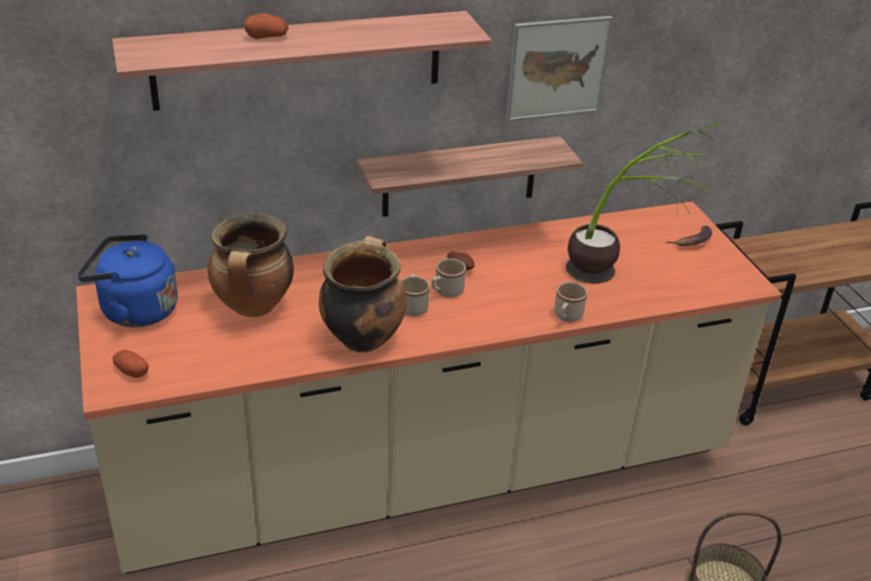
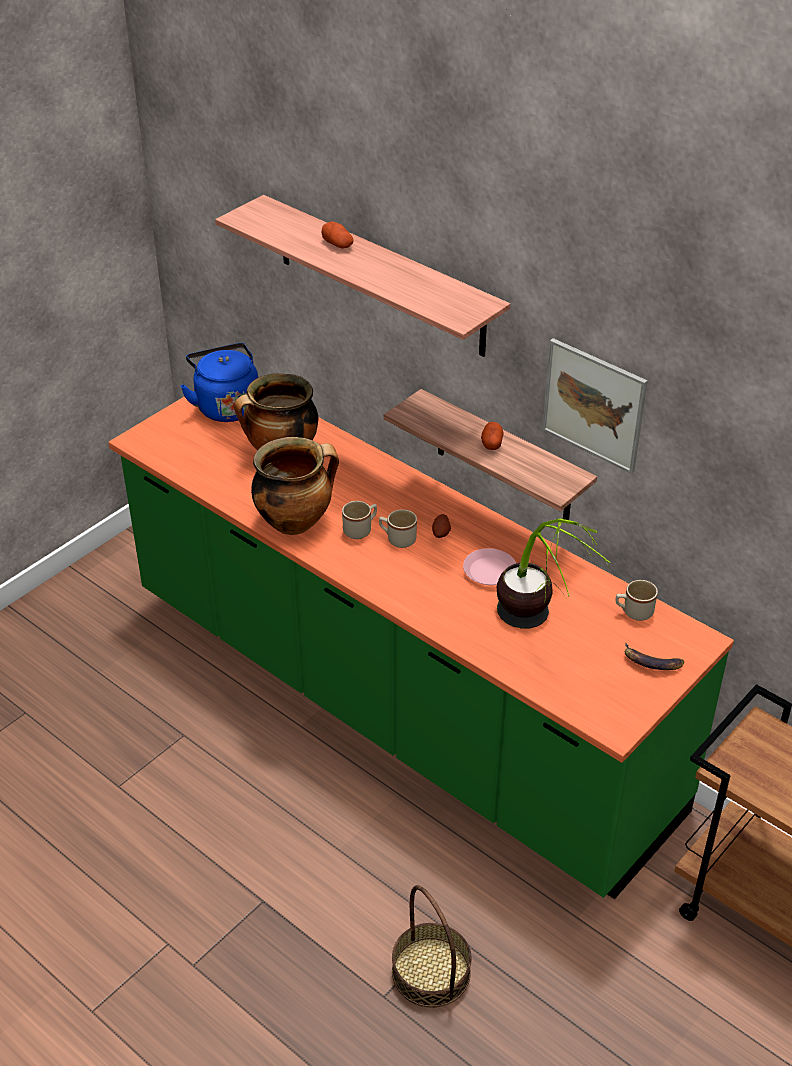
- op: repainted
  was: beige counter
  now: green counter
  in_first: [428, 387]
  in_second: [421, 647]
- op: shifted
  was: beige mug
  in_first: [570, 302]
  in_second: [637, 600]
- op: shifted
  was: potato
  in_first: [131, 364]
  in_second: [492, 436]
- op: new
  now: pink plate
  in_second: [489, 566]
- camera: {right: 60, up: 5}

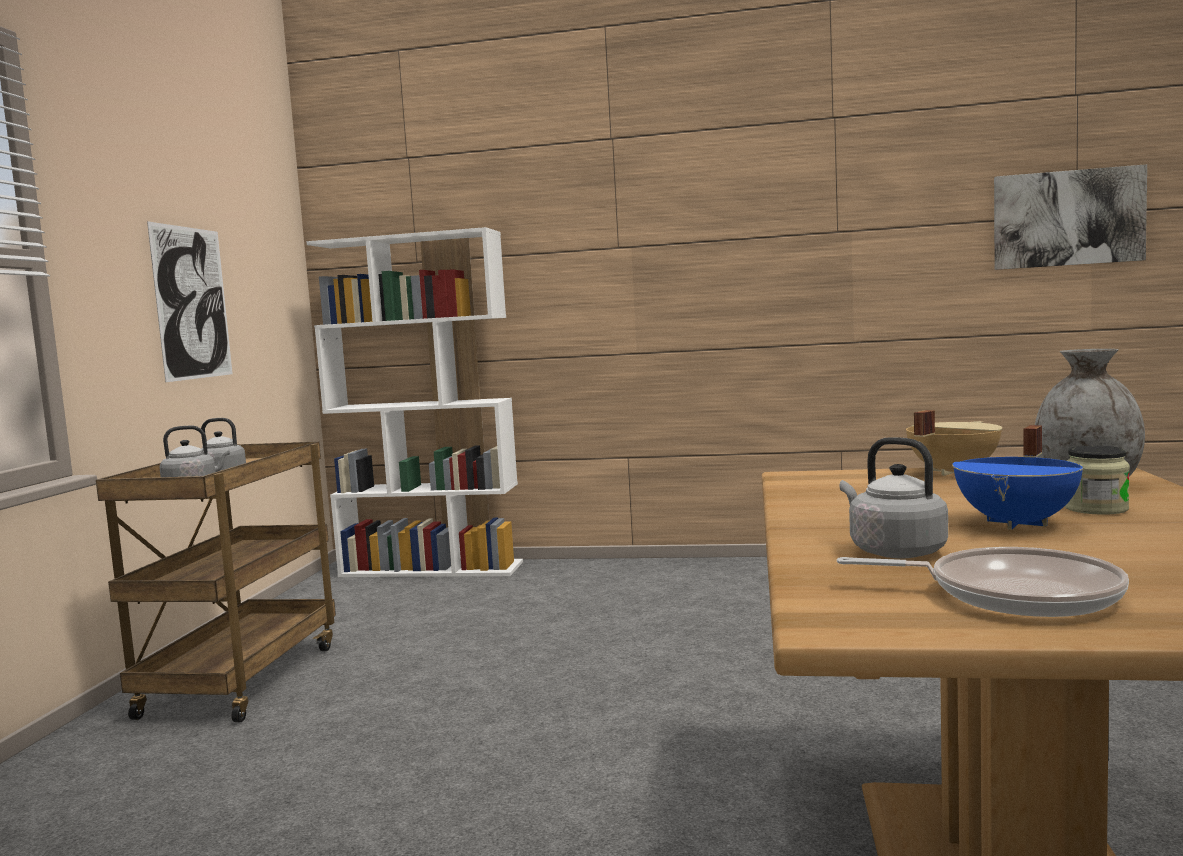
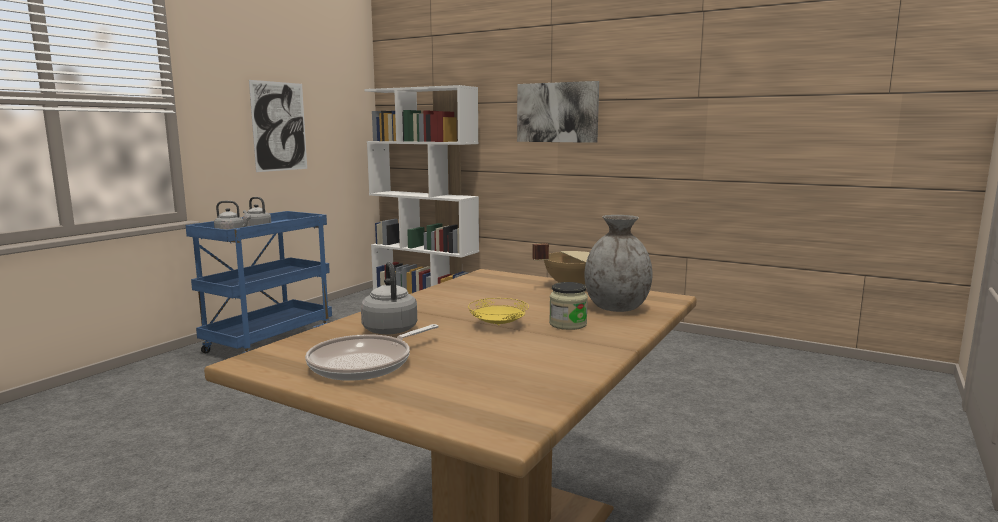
- op: shifted
  was: picture
  in_first: [1070, 217]
  in_second: [558, 112]
- op: swapped
  was: blue cooking pot
  now: yellow plate
  in_first: [1017, 477]
  in_second: [498, 312]
- op: repainted
  was: brown cart
  now: blue cart
  in_first: [216, 581]
  in_second: [258, 282]
- op: rotated
  was: frying pan
  in_first: [983, 582]
  in_second: [372, 352]
  clockwise: 90
- camera: {right: 20, up: 5}

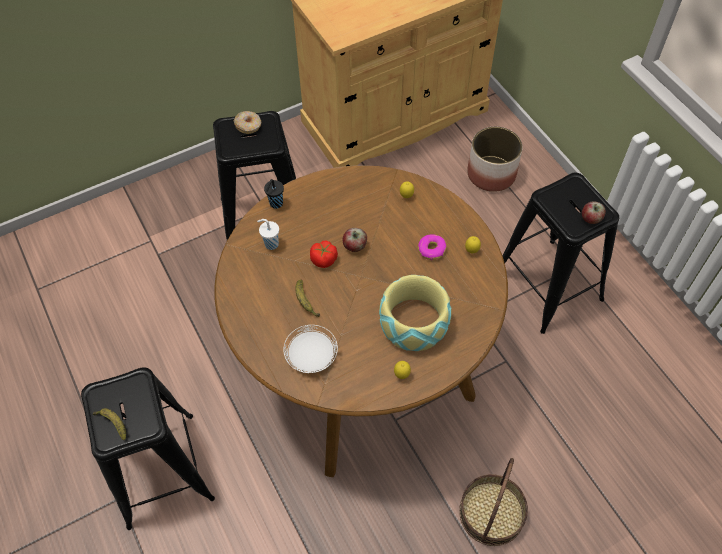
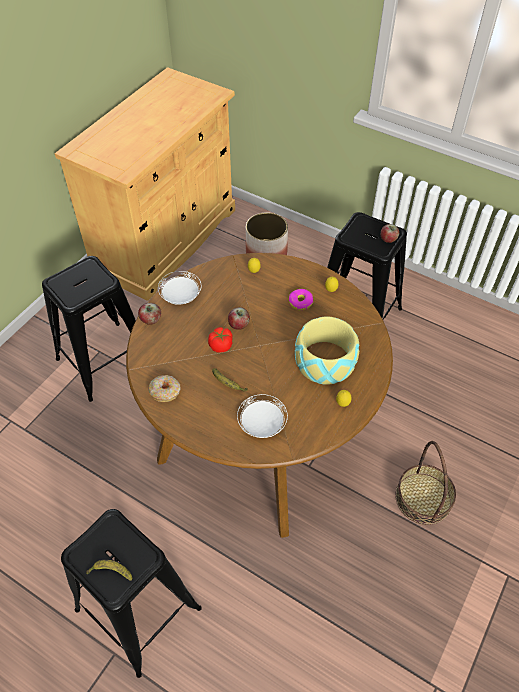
- op: shifted
  was: donut
  in_first: [247, 122]
  in_second: [164, 388]
- op: swapped
  was: black cup
  now: apple
  in_first: [274, 194]
  in_second: [149, 314]
- op: gone
  was: white cup
  in_first: [268, 234]
- op: new
  now: white plate
  in_second: [179, 288]
- camera: {right: -30, up: -5}

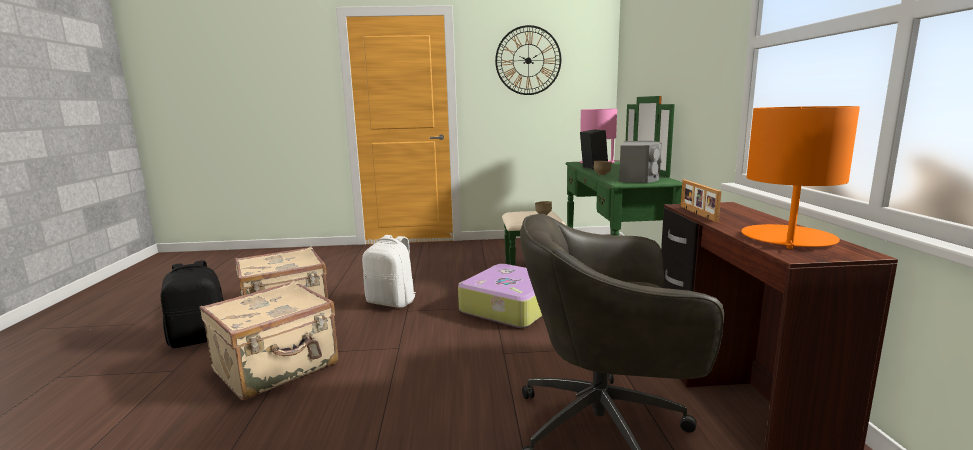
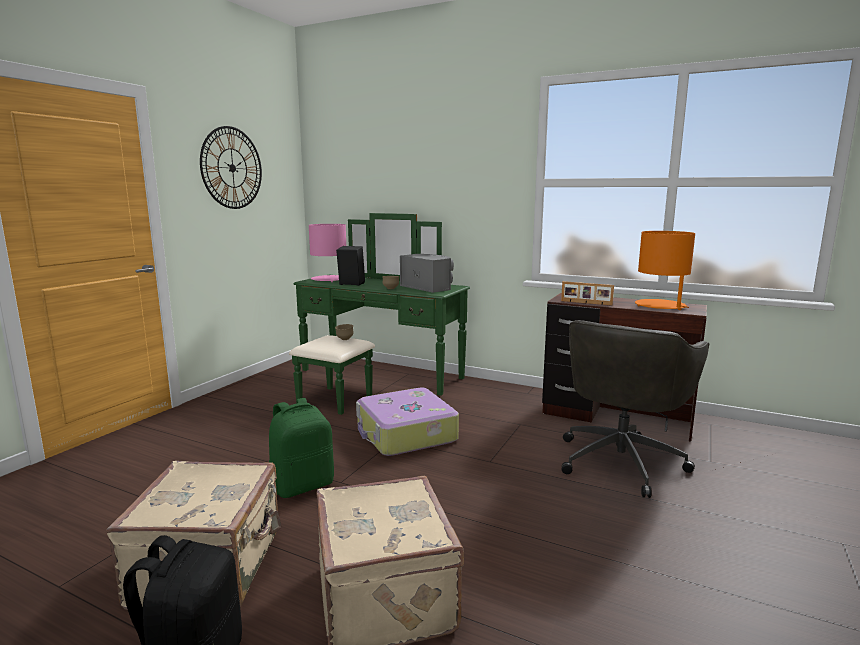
- op: repainted
  was: white backpack
  now: green backpack
  in_first: [389, 271]
  in_second: [301, 448]
- camera: {right: -60, up: 0}

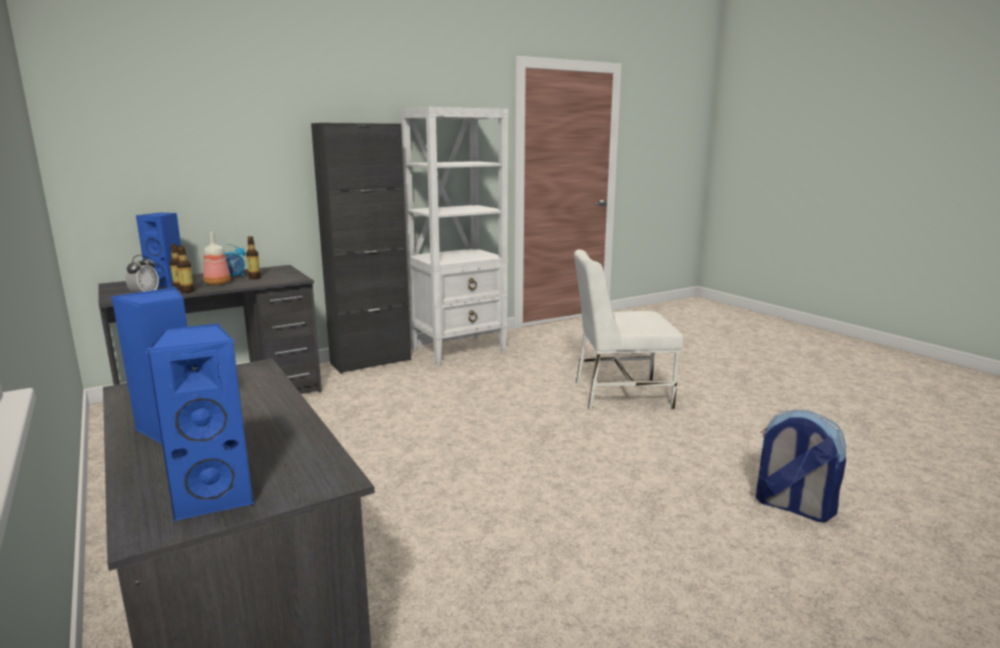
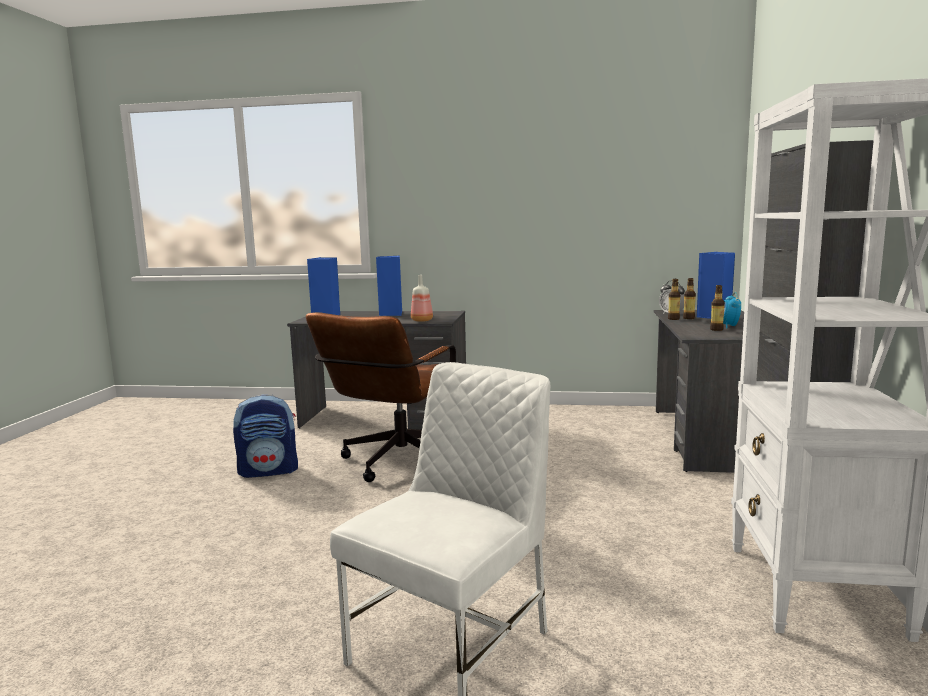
- op: shifted
  was: bottle
  in_first: [217, 258]
  in_second: [422, 298]
- op: shifted
  was: backpack
  in_first: [801, 466]
  in_second: [265, 436]
- op: new
  now: brown office chair
  in_second: [381, 397]
- camera: {right: 130, up: -5}

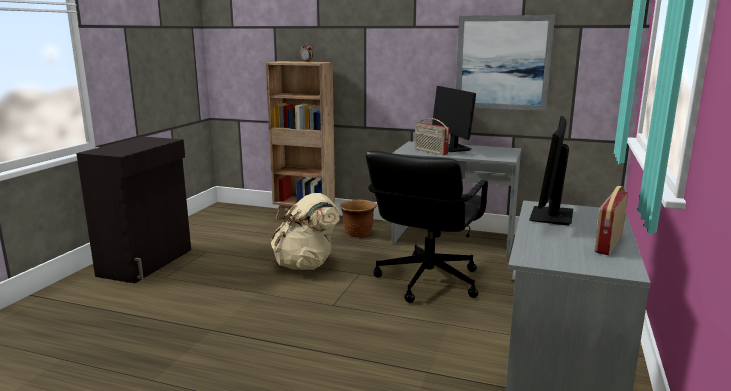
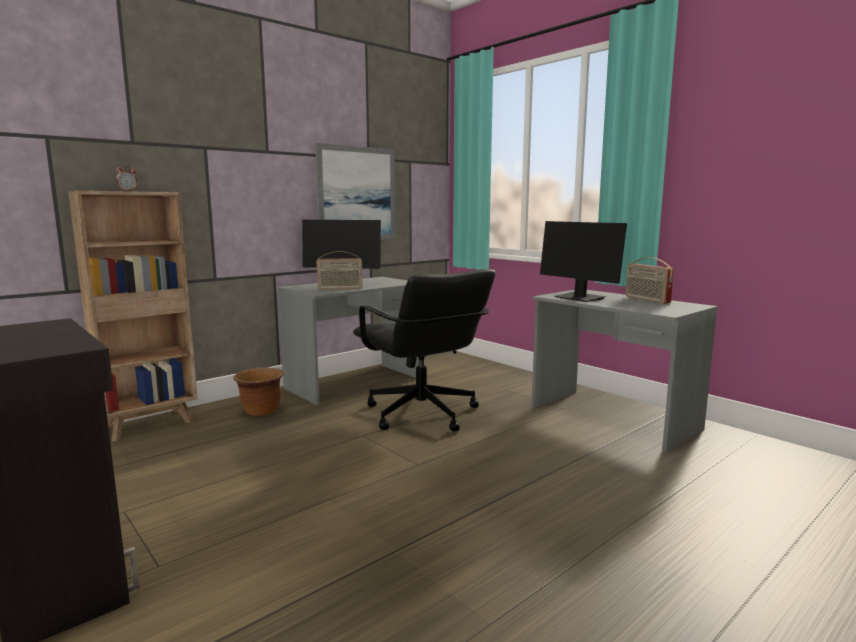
- op: gone
  was: beige backpack
  in_first: [305, 231]
- camera: {right: -60, up: -5}

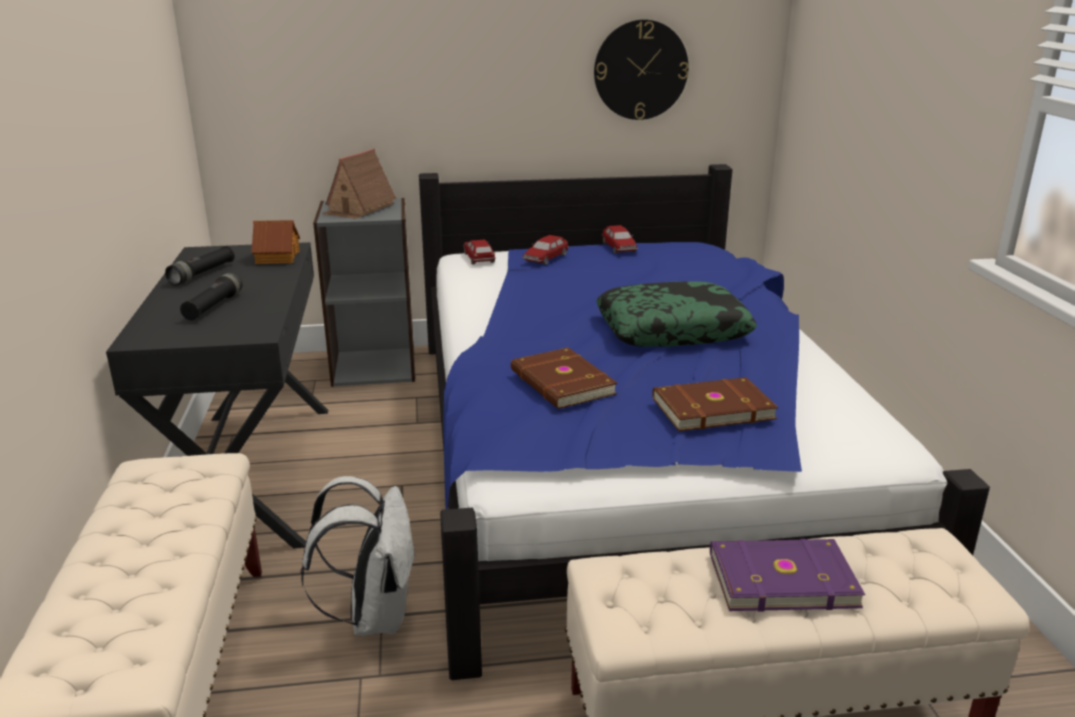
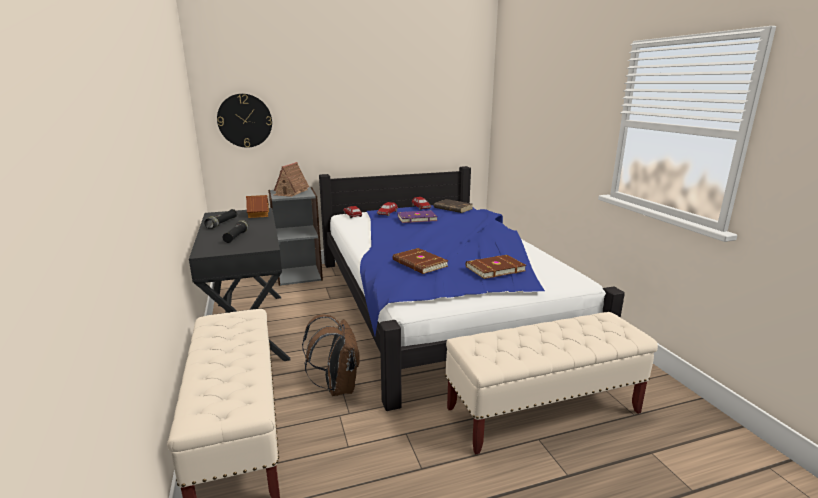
- op: shifted
  was: wall clock
  in_first: [641, 69]
  in_second: [244, 121]
- op: gone
  was: pillow
  in_first: [676, 314]
- op: repainted
  was: white backpack
  now: brown backpack
  in_first: [359, 556]
  in_second: [331, 355]
- op: shifted
  was: purple book
  in_first: [787, 575]
  in_second: [417, 216]
- op: new
  now: brown book
  in_second: [453, 206]
- camera: {right: -10, up: -5}

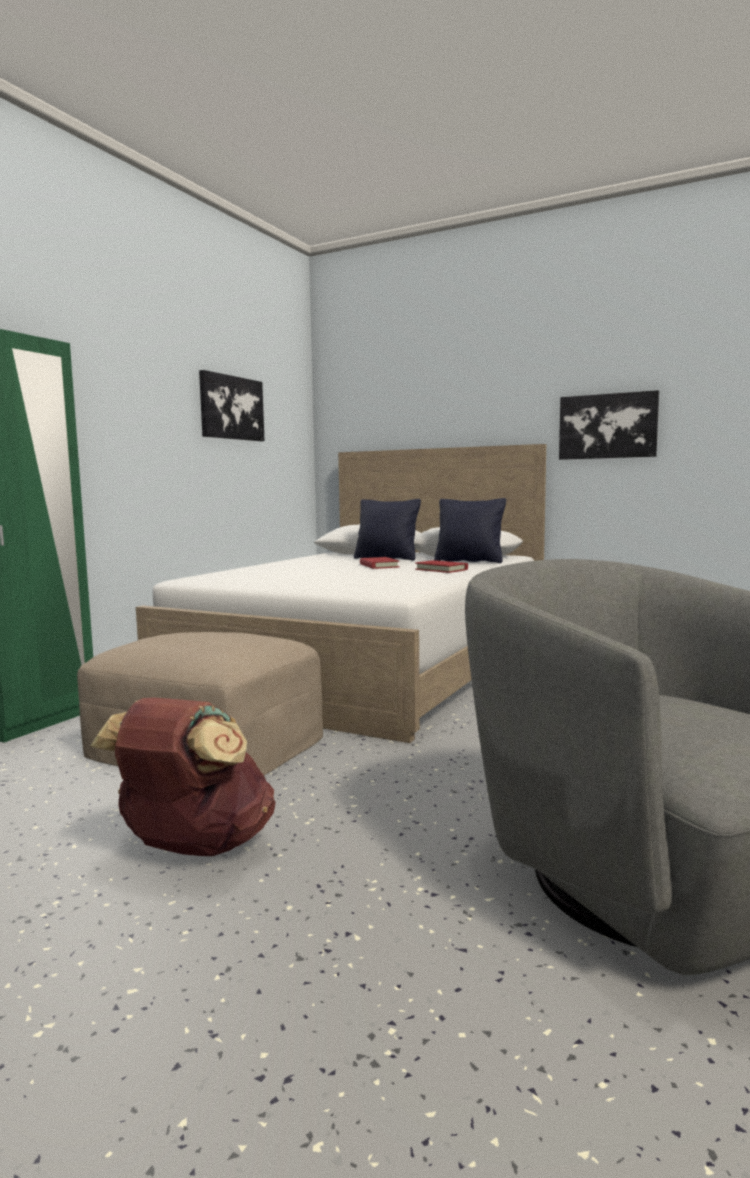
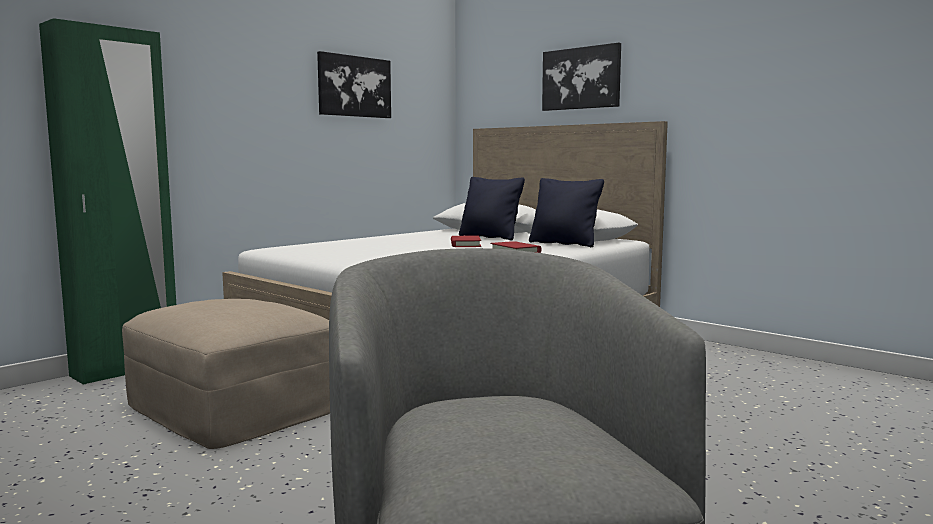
- op: shifted
  was: picture
  in_first: [609, 425]
  in_second: [581, 77]
- op: gone
  was: brown backpack
  in_first: [183, 776]
- camera: {right: 15, up: 0}

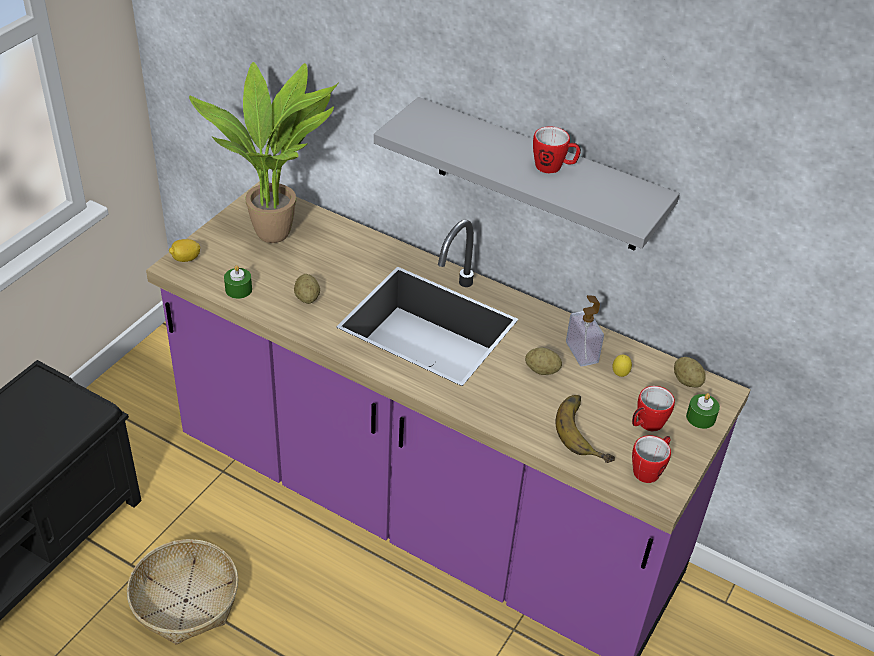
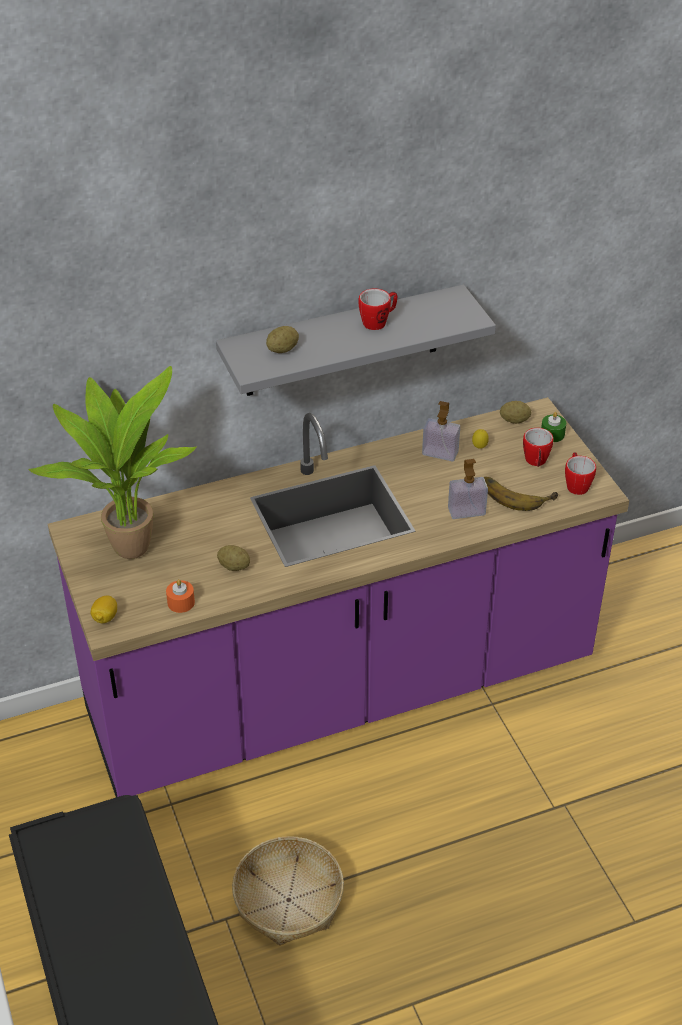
- op: repainted
  was: green candle
  now: orange candle
  in_first: [238, 282]
  in_second: [180, 596]
- op: shifted
  was: potato
  in_first: [543, 361]
  in_second: [282, 339]
- op: new
  now: soap dispenser
  in_second: [468, 489]
- camera: {right: -50, up: 0}

